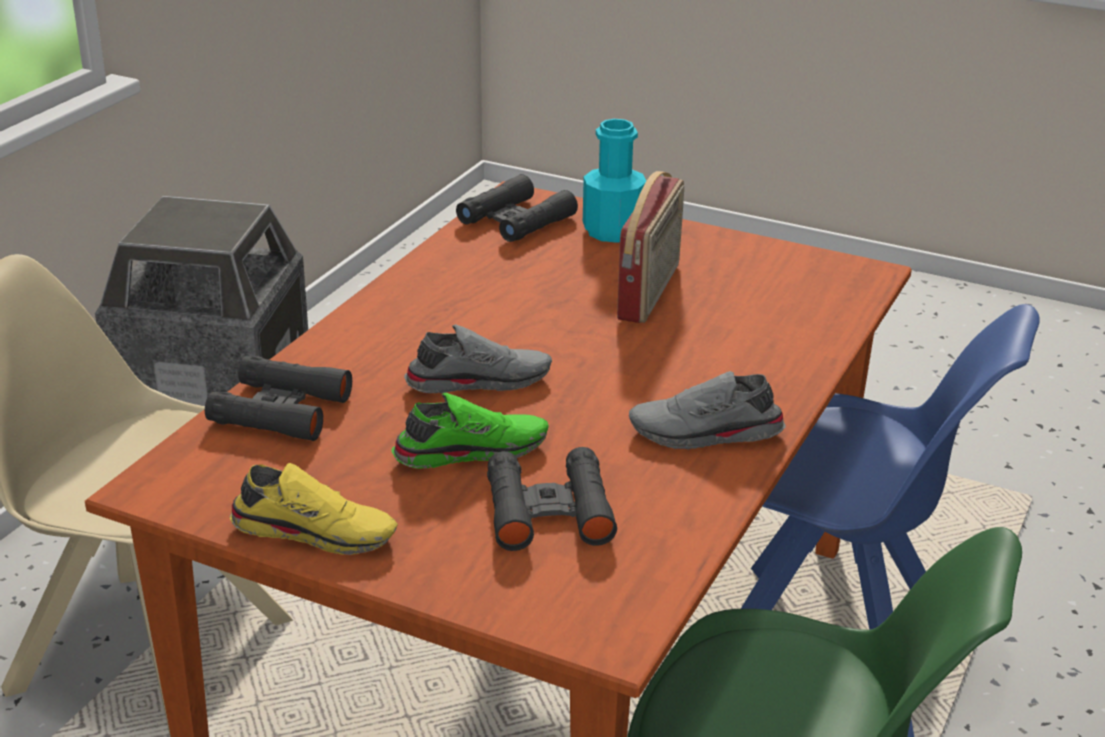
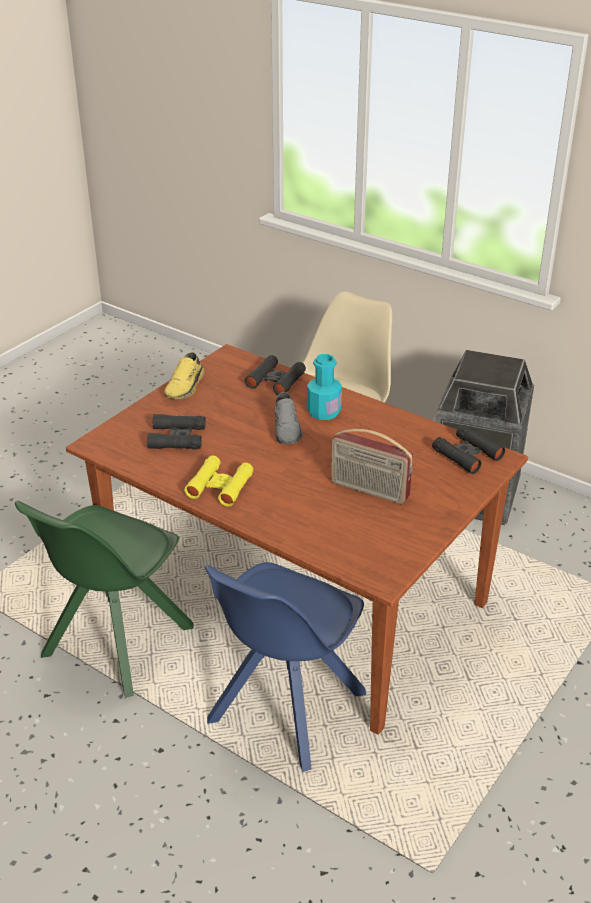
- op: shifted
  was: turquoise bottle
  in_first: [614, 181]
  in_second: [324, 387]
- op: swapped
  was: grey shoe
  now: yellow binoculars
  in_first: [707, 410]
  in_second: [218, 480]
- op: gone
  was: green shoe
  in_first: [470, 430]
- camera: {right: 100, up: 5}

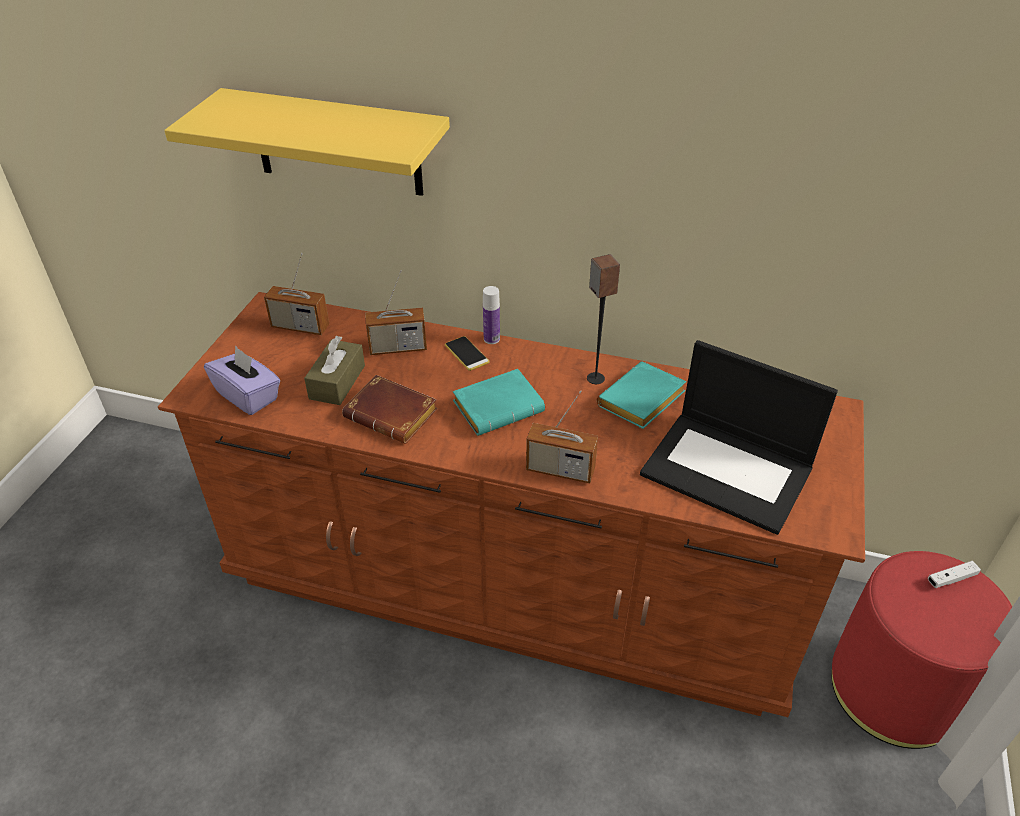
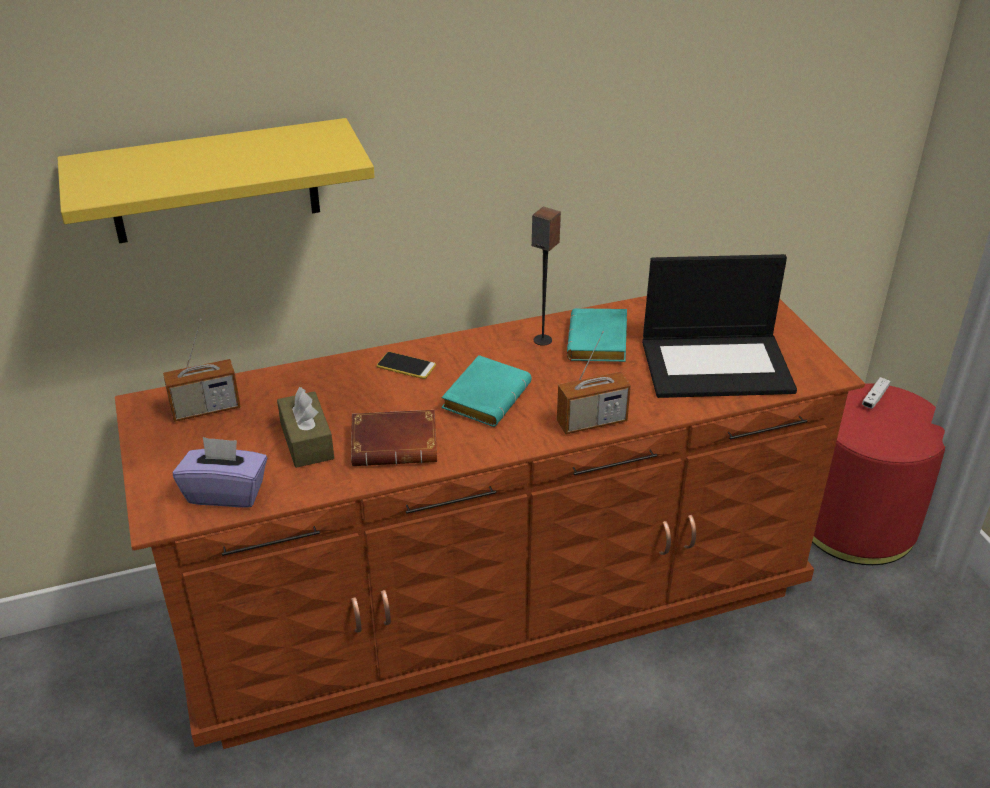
- op: gone
  was: radio
  in_first: [396, 312]
- op: gone
  was: bottle
  in_first: [491, 315]
- camera: {right: -35, up: -5}

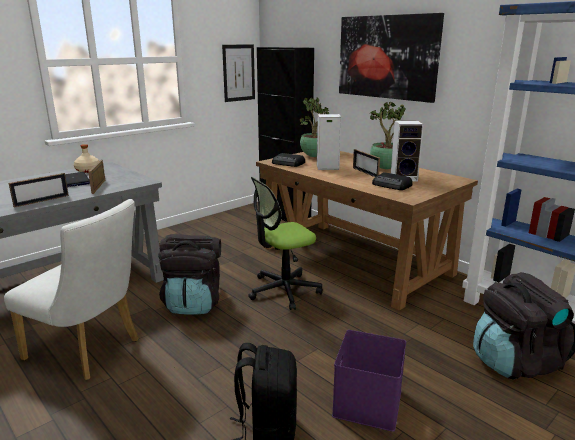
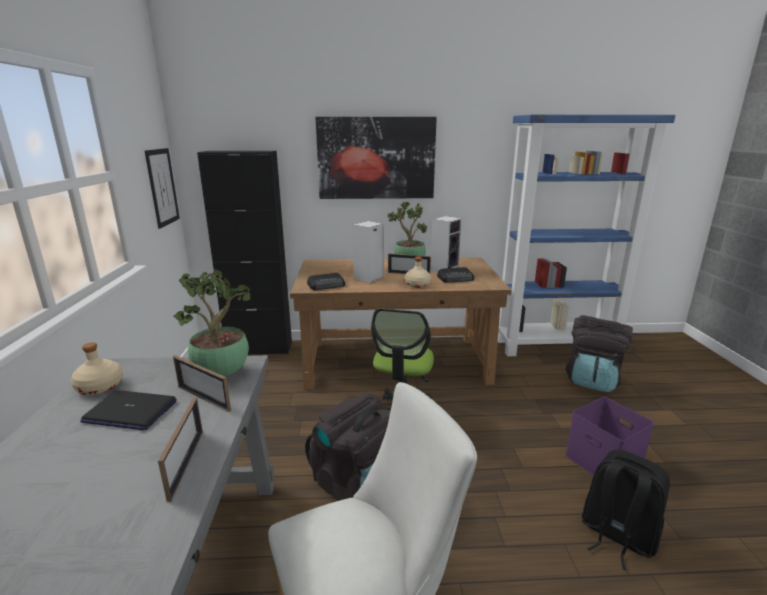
- op: shifted
  was: potted plant
  in_first: [314, 127]
  in_second: [212, 323]
- op: new
  now: beige bottle
  in_second: [418, 272]
- camera: {right: -50, up: 0}

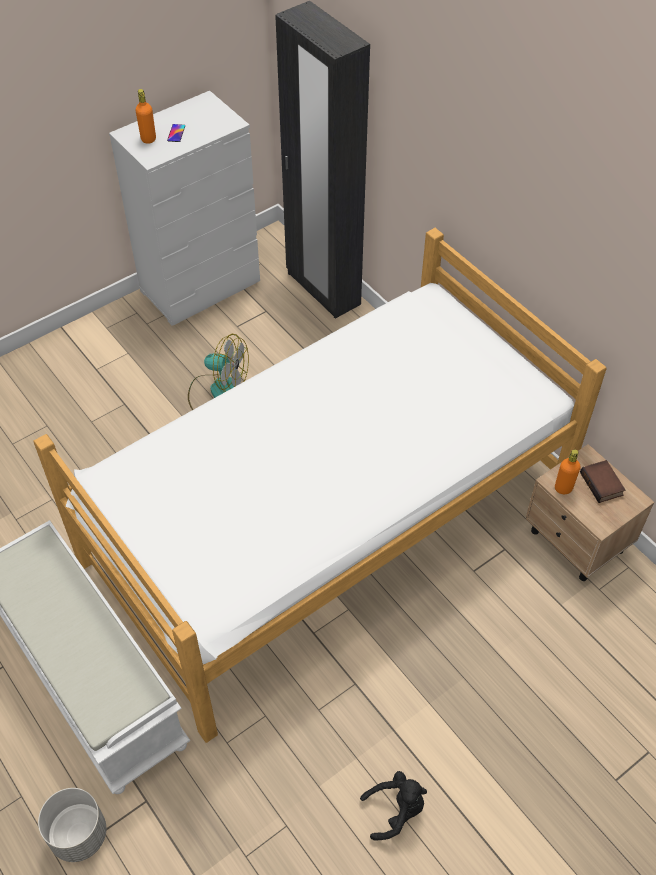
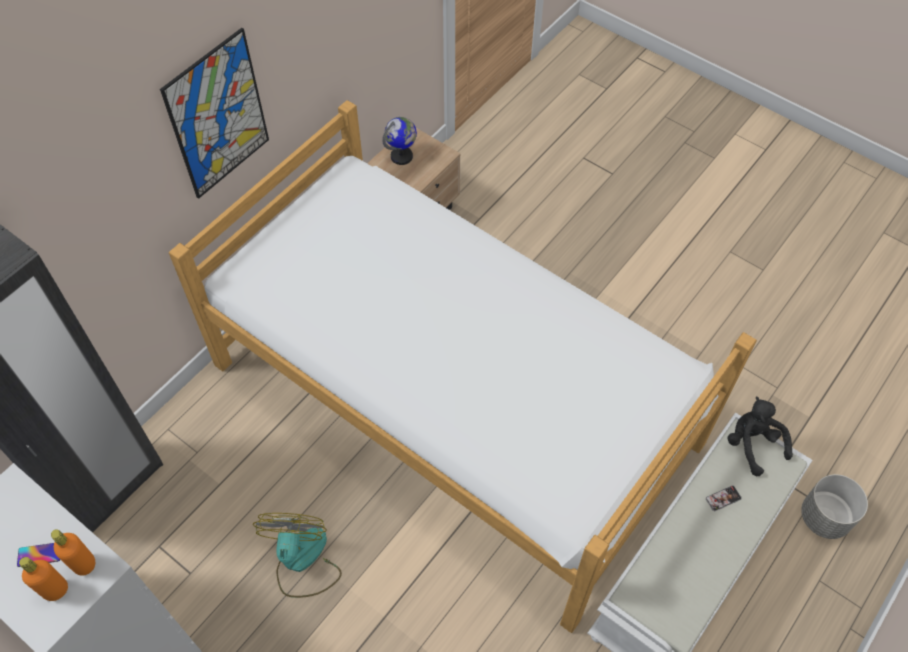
- op: shifted
  was: orange bottle
  in_first: [567, 471]
  in_second: [73, 552]
- op: swapped
  was: book
  now: globe
  in_first: [602, 481]
  in_second: [399, 141]
- op: shifted
  was: black plush toy
  in_first: [393, 806]
  in_second: [760, 436]
- op: new
  now: picture
  in_second: [214, 113]
- op: new
  now: phone
  in_second: [724, 498]
- camera: {right: -105, up: 5}

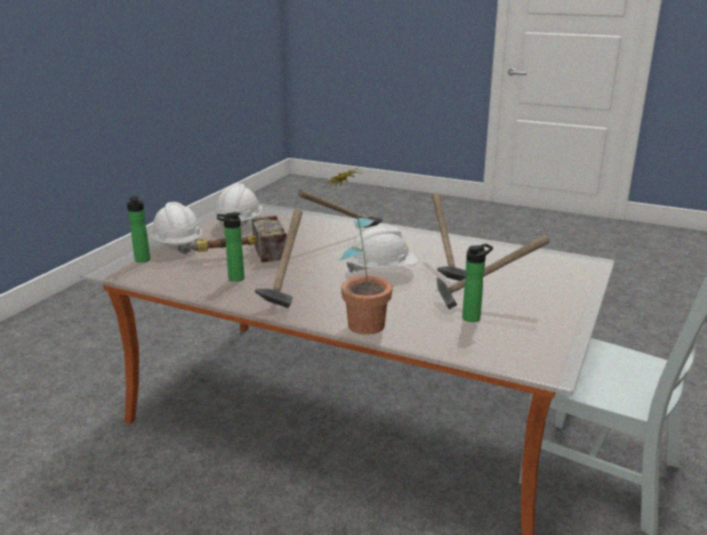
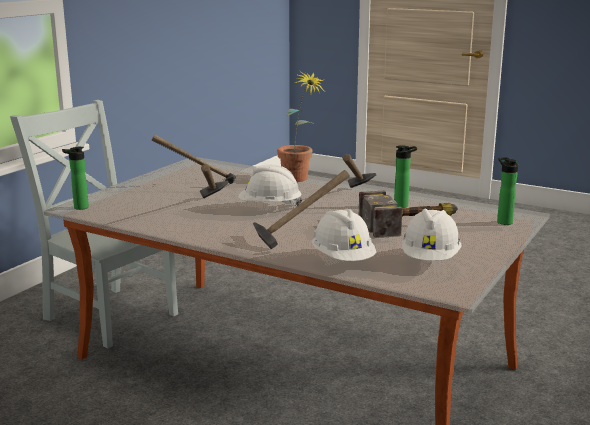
- op: shifted
  was: white hard hat
  in_first: [176, 228]
  in_second: [344, 235]
- op: shifted
  was: bottle
  in_first: [477, 283]
  in_second: [75, 178]
- camera: {right: -175, up: -5}

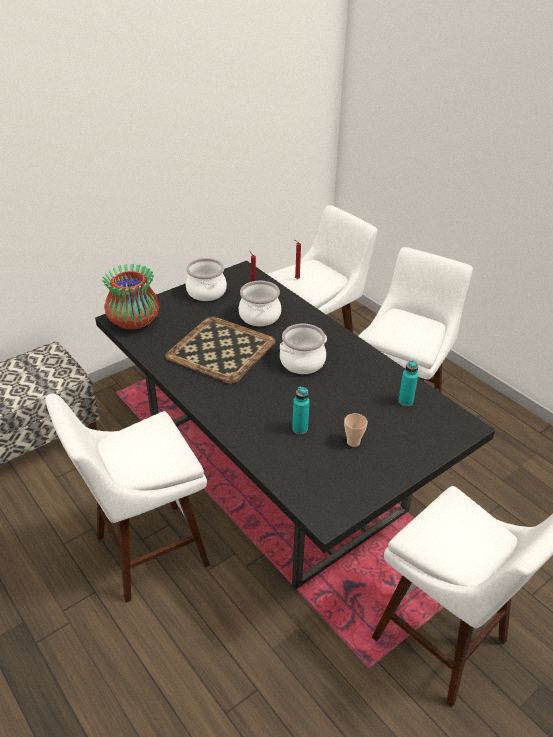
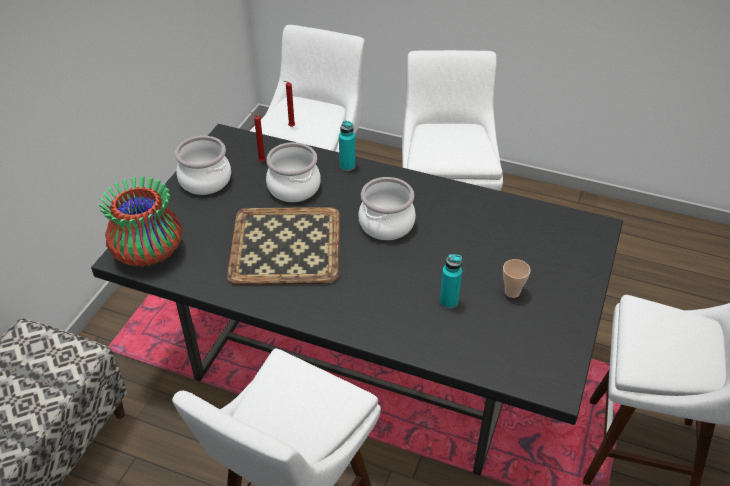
- op: shifted
  was: turquoise bottle
  in_first: [408, 383]
  in_second: [347, 145]
- camera: {right: -30, up: 5}

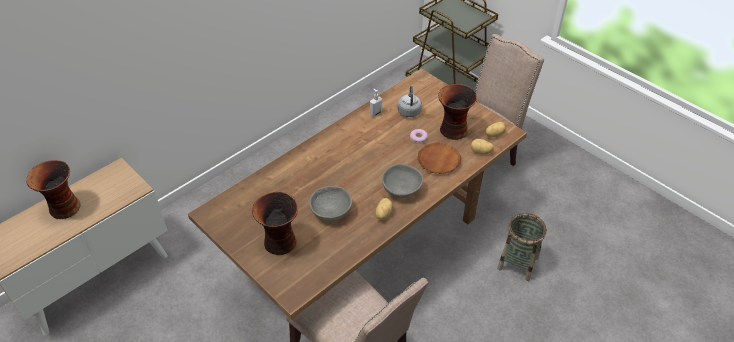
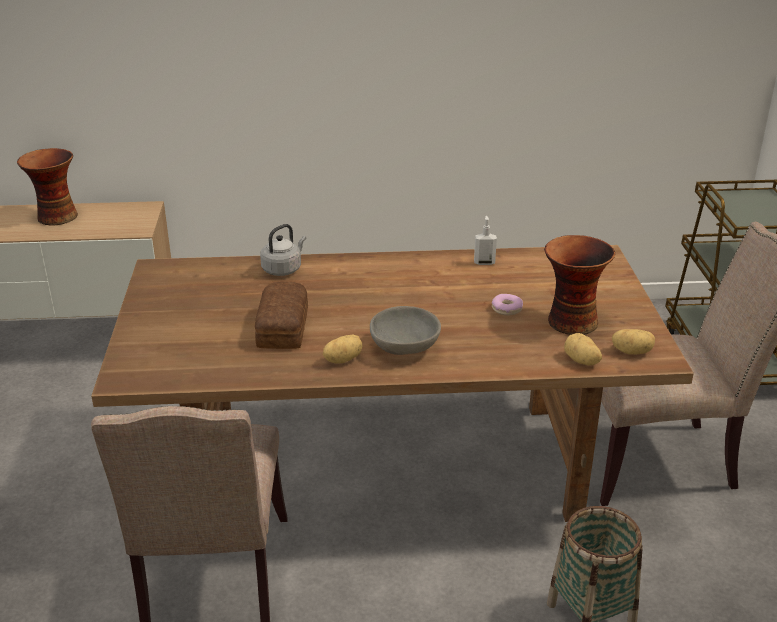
- op: shifted
  was: grey kettle
  in_first: [410, 101]
  in_second: [283, 250]
- op: gone
  was: brown plate
  in_first: [439, 158]
- op: swapped
  was: grey bowl
  now: bread
  in_first: [330, 203]
  in_second: [281, 315]
- op: gone
  was: vase
  in_first: [275, 223]
- camera: {right: 40, up: -15}

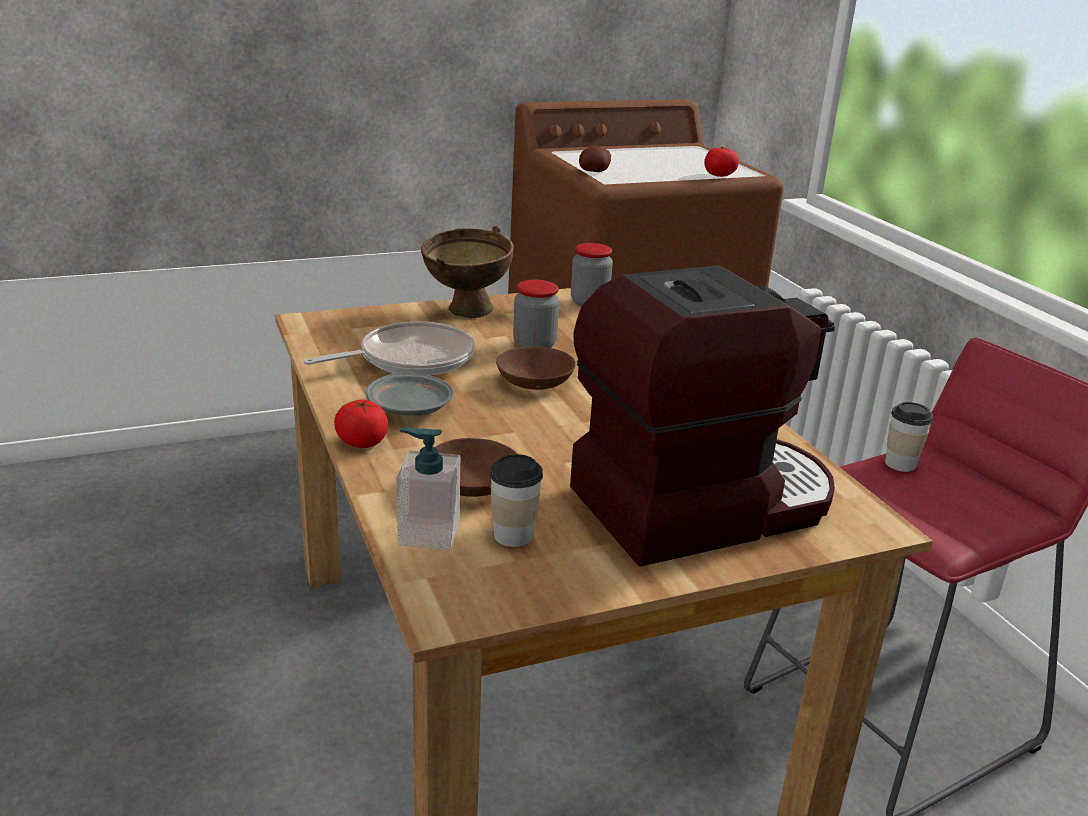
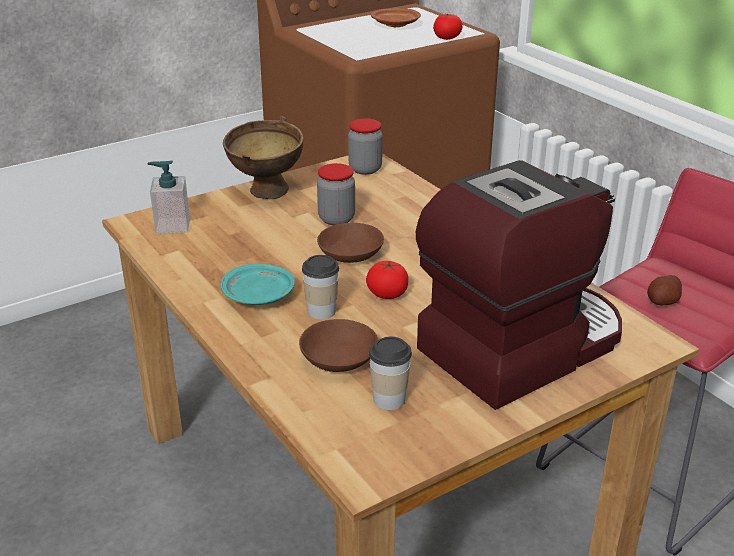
- op: shifted
  was: potato
  in_first: [595, 159]
  in_second: [664, 290]
- op: gone
  was: frying pan
  in_first: [389, 348]
- op: repainted
  was: grey plate
  now: turquoise plate
  in_first: [410, 394]
  in_second: [257, 284]
- op: shifted
  was: tomato
  in_first: [361, 424]
  in_second: [387, 280]
- op: shifted
  was: cup
  in_first: [909, 437]
  in_second: [320, 287]
- op: shifted
  was: soap dispenser
  in_first: [428, 488]
  in_second: [169, 197]
- op: new
  now: brown plate
  in_second: [396, 17]
- camera: {right: -10, up: 5}

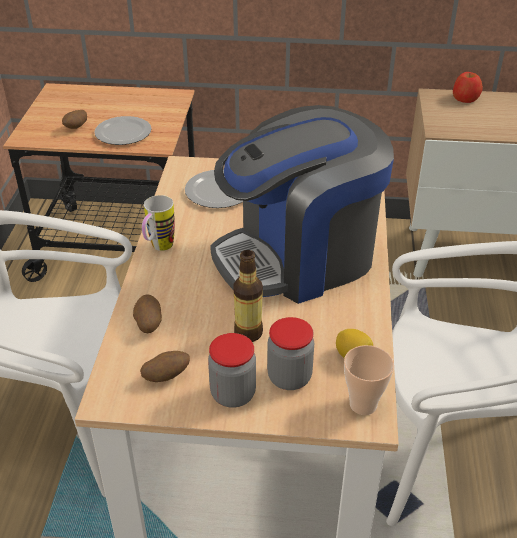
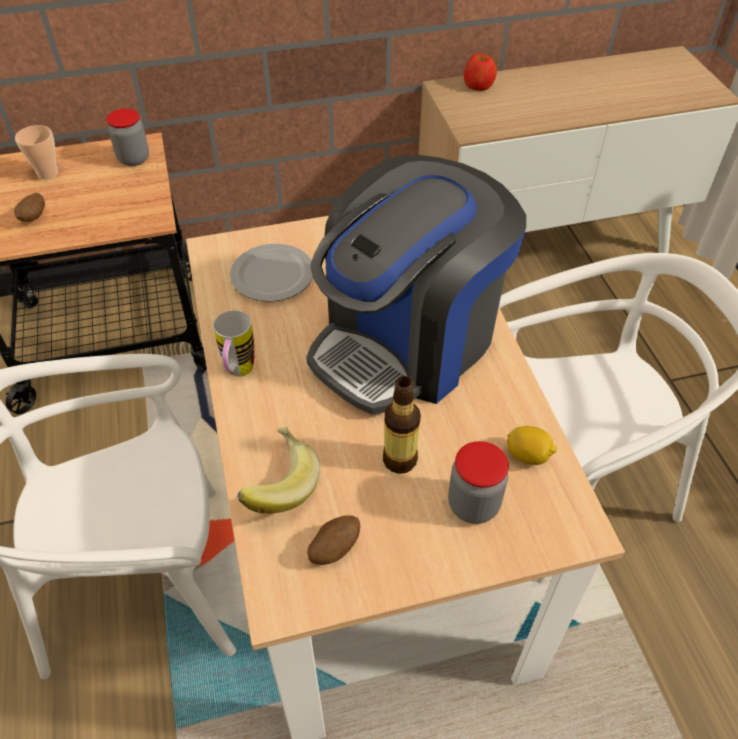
- op: gone
  was: plate
  in_first: [123, 130]
- op: swapped
  was: potato
  now: banana
  in_first: [147, 313]
  in_second: [278, 470]
- op: shifted
  was: jar
  in_first: [232, 370]
  in_second: [127, 137]
- op: shifted
  was: cup
  in_first: [369, 380]
  in_second: [36, 152]
- camera: {right: -20, up: 10}

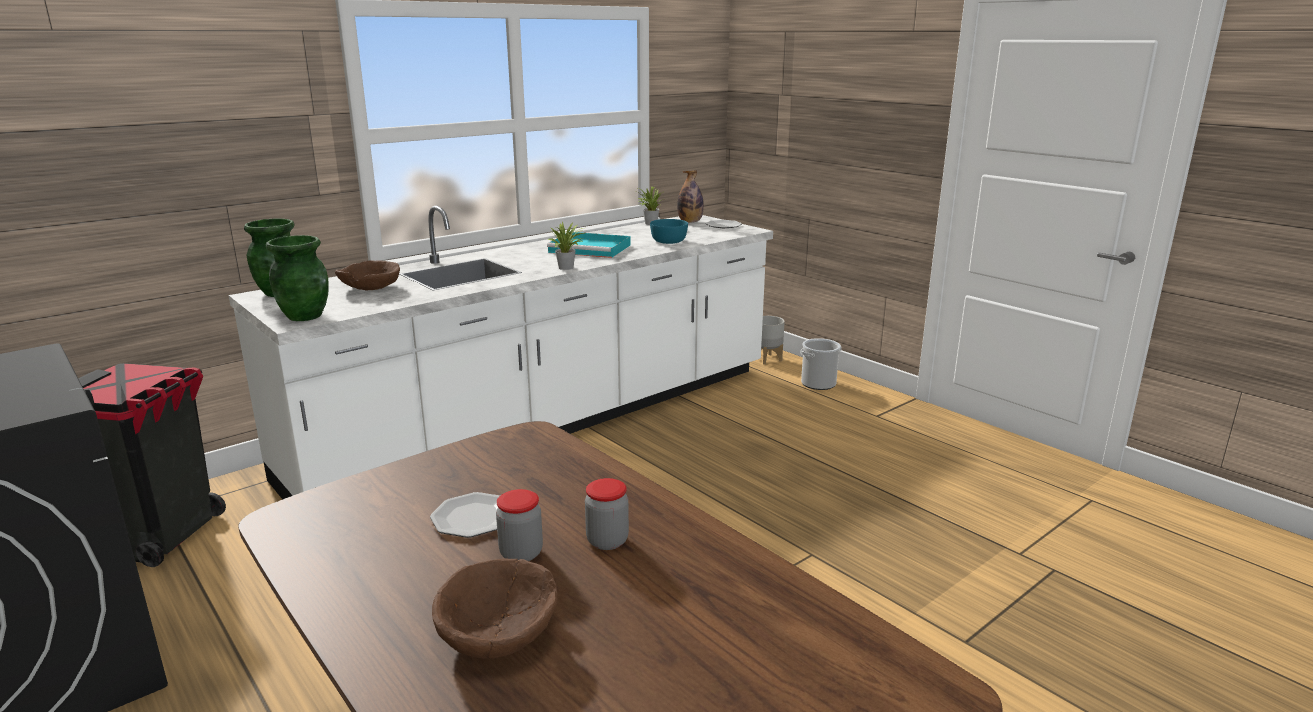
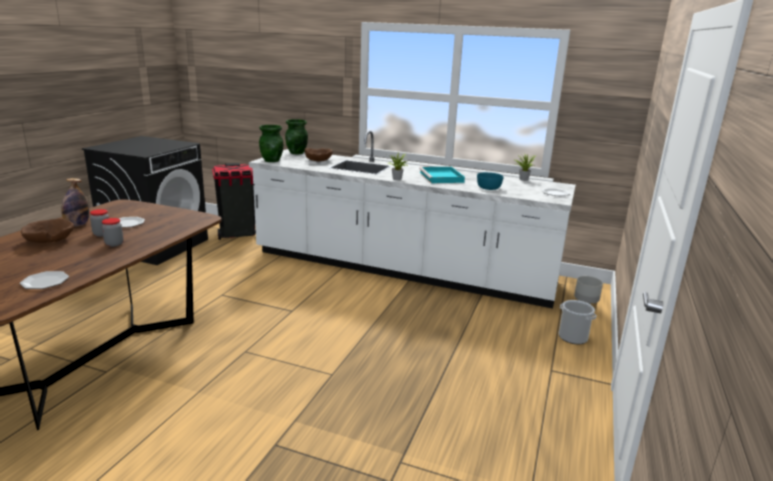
- op: shifted
  was: bottle
  in_first: [690, 196]
  in_second: [75, 202]
- op: new
  now: plate
  in_second: [44, 280]
- camera: {right: 60, up: 0}

